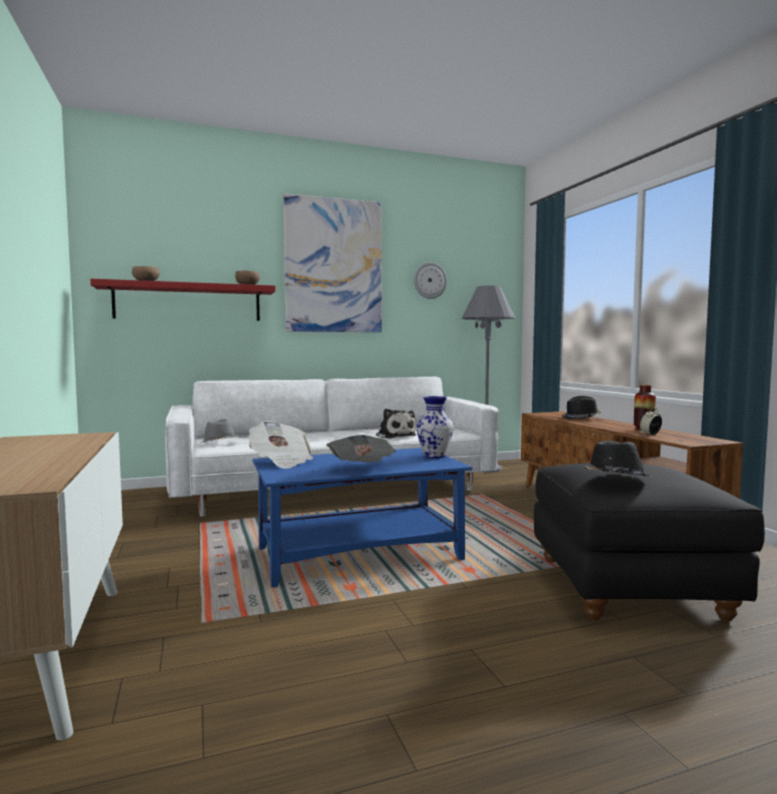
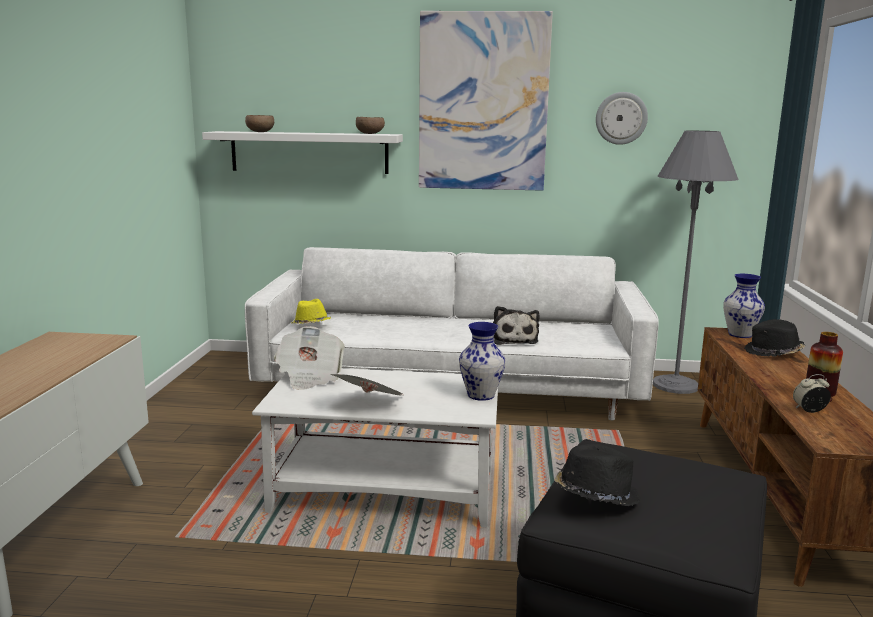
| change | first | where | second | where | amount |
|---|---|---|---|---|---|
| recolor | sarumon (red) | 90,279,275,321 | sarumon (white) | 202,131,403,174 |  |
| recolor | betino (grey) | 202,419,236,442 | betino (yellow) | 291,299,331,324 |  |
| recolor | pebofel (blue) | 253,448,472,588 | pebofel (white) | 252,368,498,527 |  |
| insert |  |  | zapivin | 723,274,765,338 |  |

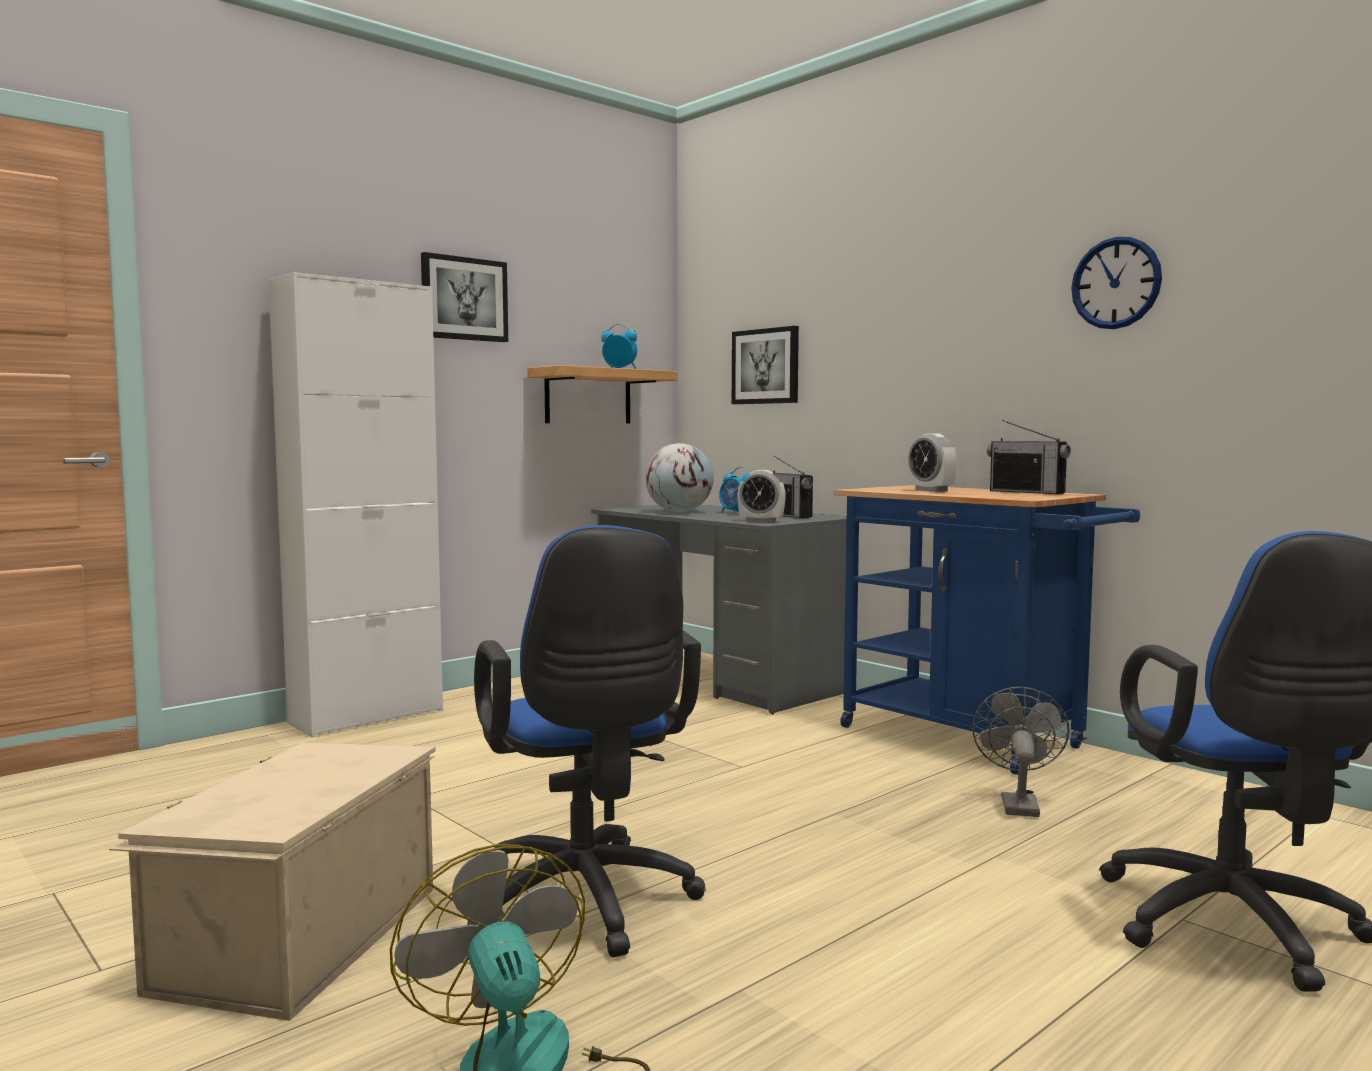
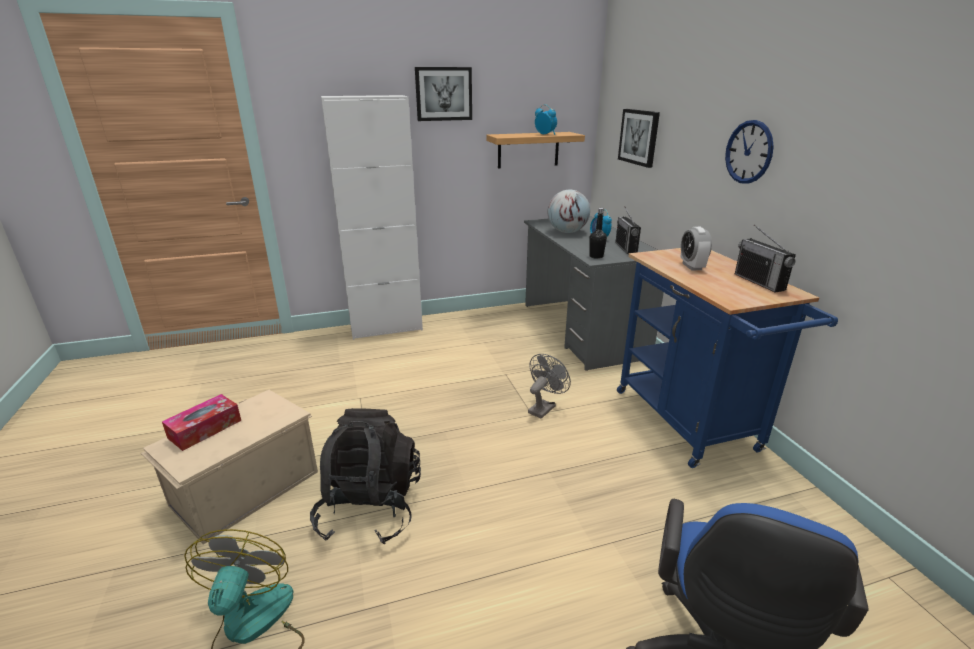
| change | first | where | second | where | amount |
|---|---|---|---|---|---|
| replace | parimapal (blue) | 474,525,706,957 | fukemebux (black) | 310,408,421,544 |  |
| replace | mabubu | 737,470,786,522 | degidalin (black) | 589,208,607,259 |  |
| move | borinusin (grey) | 972,687,1069,817 |  | 528,354,571,419 |  |
| move | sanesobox | 1071,237,1162,329 |  | 725,120,774,184 |  |
| insert |  |  | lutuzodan | 162,394,241,451 |  |

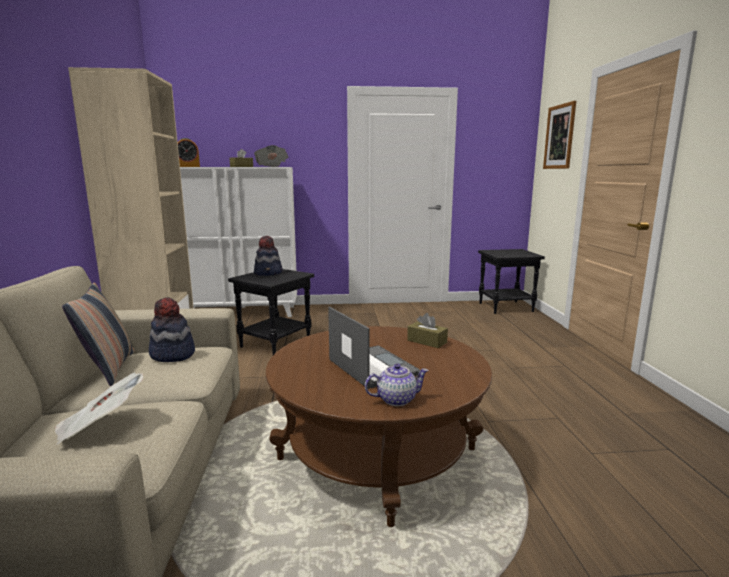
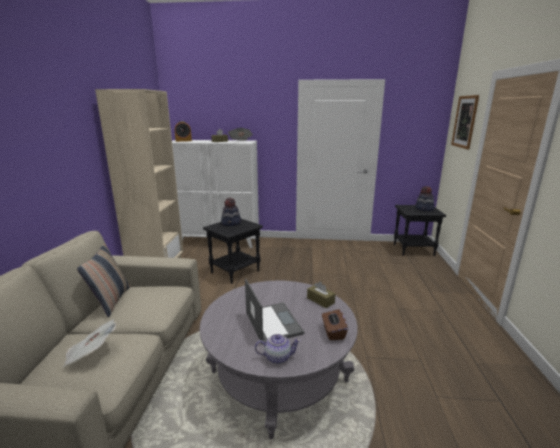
| change | first | where | second | where | amount |
|---|---|---|---|---|---|
| move | betino | 149,297,195,362 |  | 415,186,434,211 |  |
| recolor | pebofel (brown) | 266,326,492,527 | pebofel (grey) | 200,281,358,439 |  |
| insert |  |  | lutuzodan (brown) | 322,309,348,340 |  |

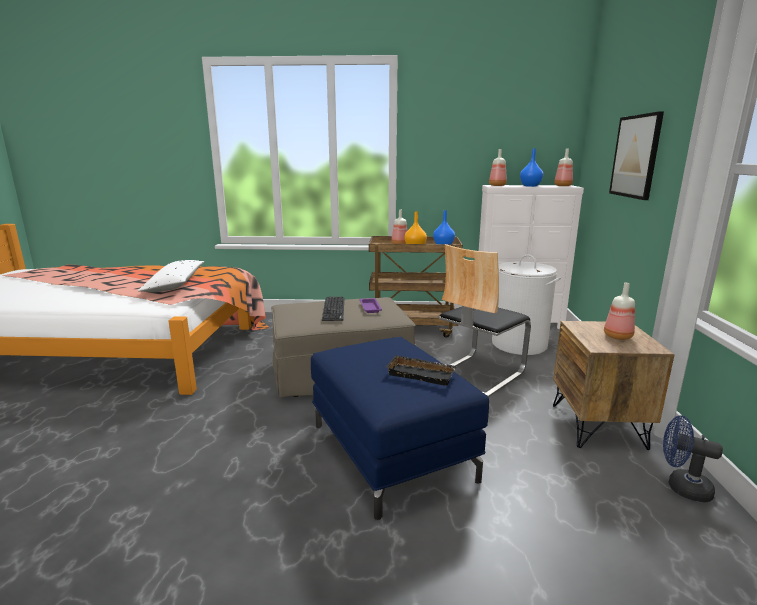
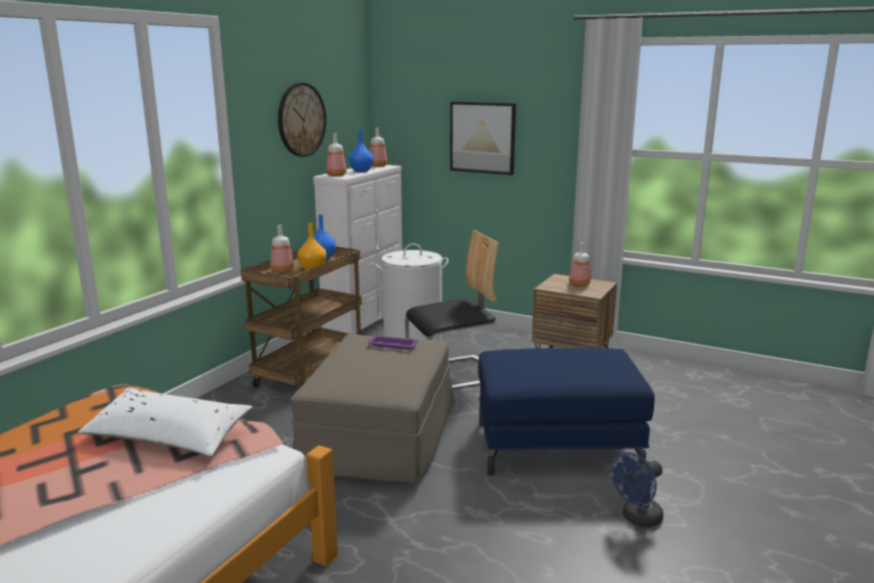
| change | first | where | second | where | amount |
|---|---|---|---|---|---|
| delete | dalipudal | 322,296,344,321 |  |  |  |
| delete | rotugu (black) | 385,355,457,386 |  |  |  |
| rotate | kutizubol | 439,244,531,398 |  | 405,230,499,390 | 90 degrees counterclockwise |
| move | borinusin (blue) | 663,415,723,503 |  | 612,452,663,527 |  |
| insert |  |  | sanesobox | 278,83,326,157 |  |

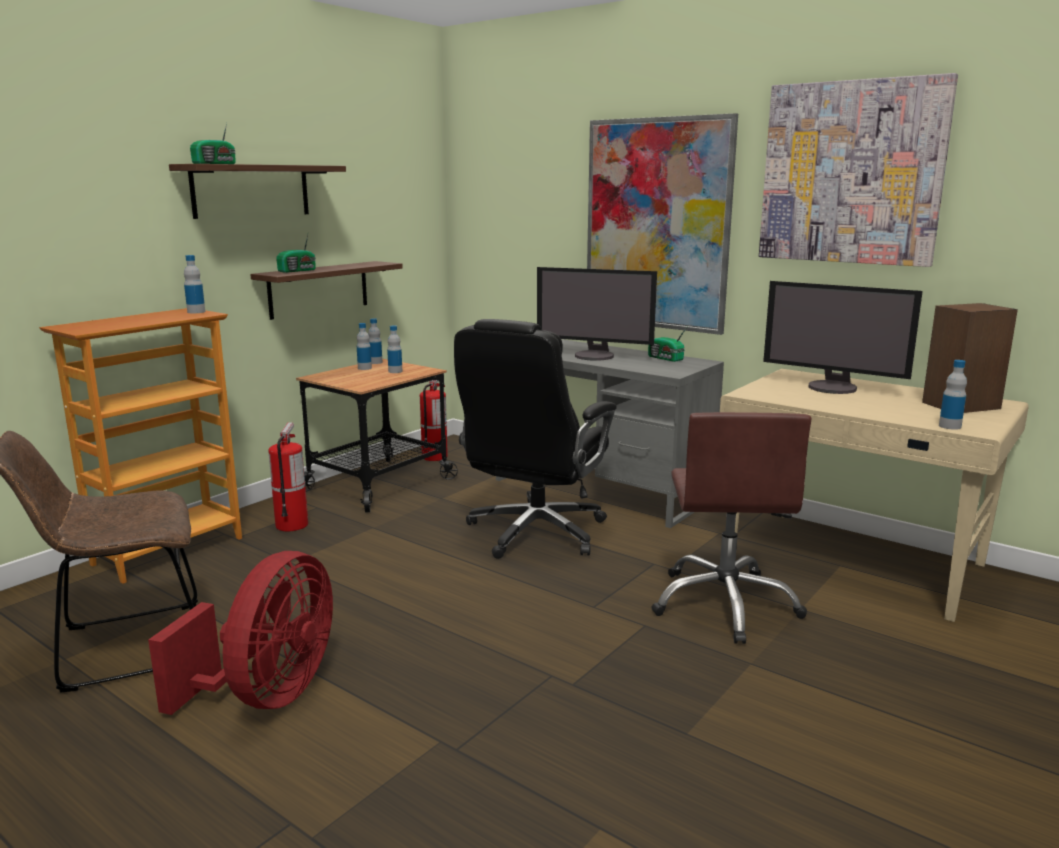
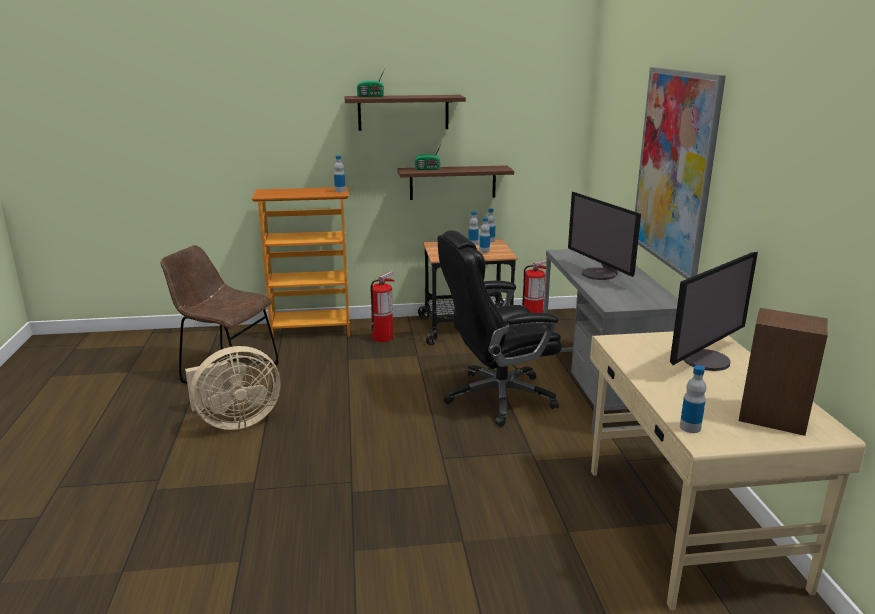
| change | first | where | second | where | amount |
|---|---|---|---|---|---|
| recolor | borinusin (red) | 148,551,333,715 | borinusin (beige) | 185,346,281,430 |  |
| delete | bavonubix | 648,327,687,362 |  |  |  |
| delete | parimapal (brown) | 651,412,811,644 |  |  |  |
| delete | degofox | 759,73,958,267 |  |  |  |
| rotate | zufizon | 763,281,923,394 |  | 670,252,758,371 | 120 degrees counterclockwise |

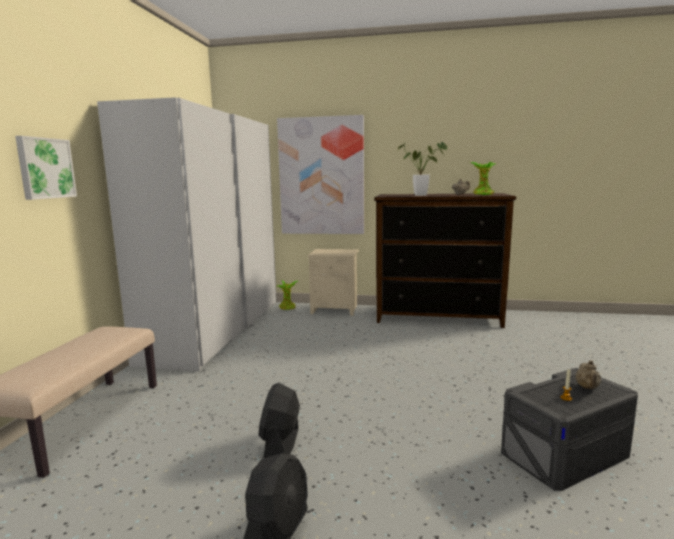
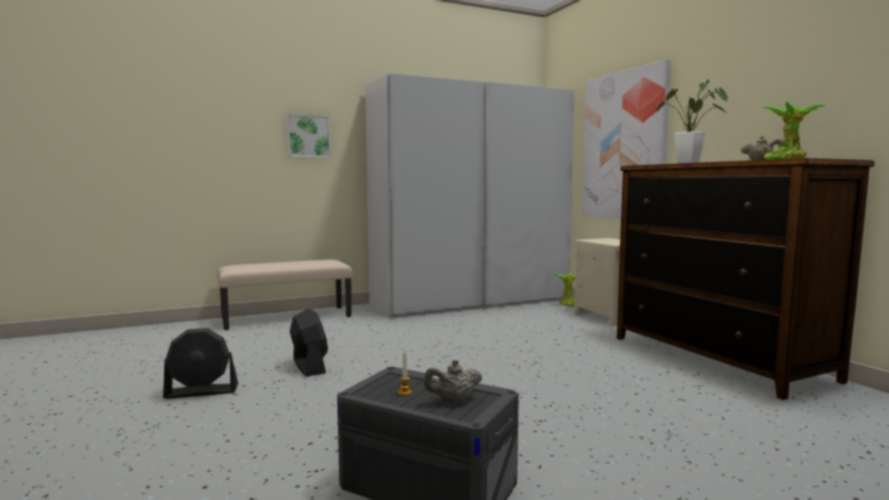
| change | first | where | second | where | amount |
|---|---|---|---|---|---|
| rotate | borinusin (black) | 259,383,300,458 |  | 290,308,328,376 | 90 degrees clockwise |

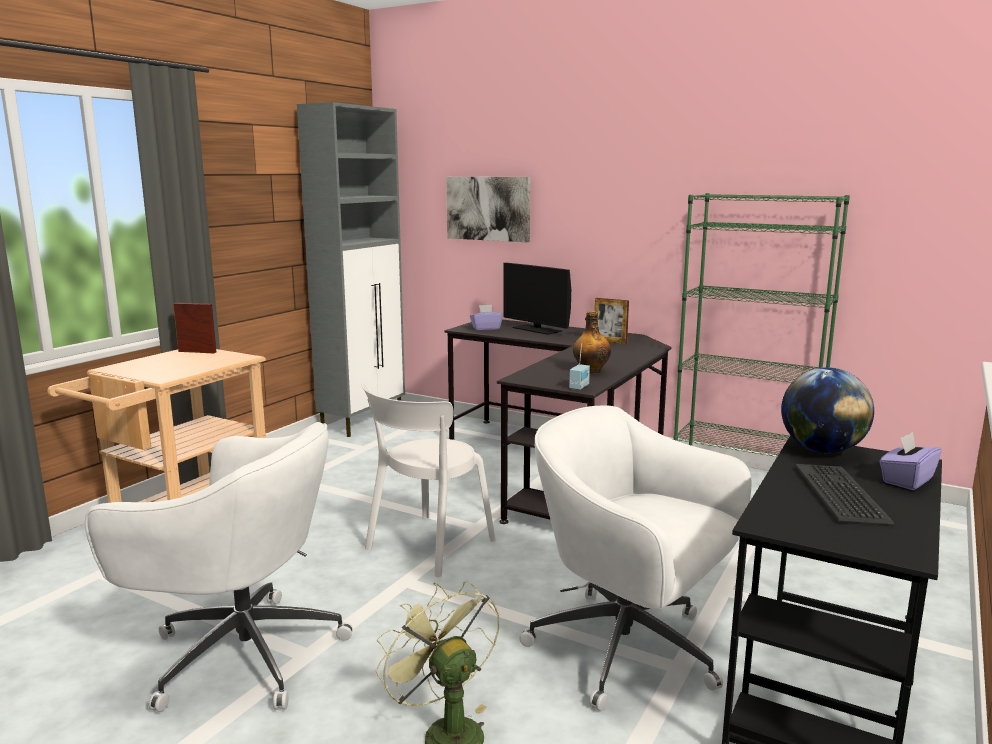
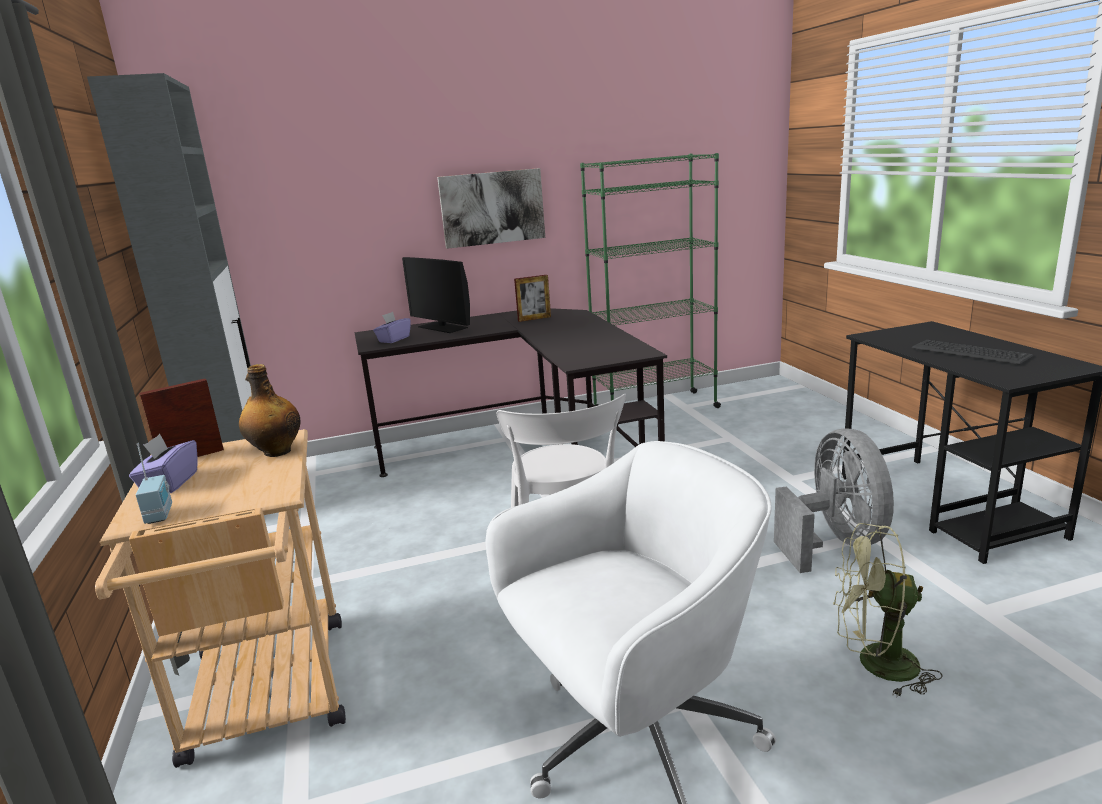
| change | first | where | second | where | amount |
|---|---|---|---|---|---|
| move | degofox | 447,177,531,242 |  | 437,168,545,249 |  |
| rotate | zufizon | 503,263,571,335 |  | 402,257,470,333 | 45 degrees clockwise |
| replace | parimapal (white) | 519,405,752,711 | borinusin (grey) | 774,429,894,573 |  |
| move | bavonubix | 569,342,590,390 |  | 136,443,172,524 |  |
| move | degidalin | 573,311,611,374 |  | 239,364,301,457 |  |
| delete | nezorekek | 781,367,874,453 |  |  |  |
| move | lutuzodan (purple) | 879,432,942,490 |  | 129,434,198,493 |  |

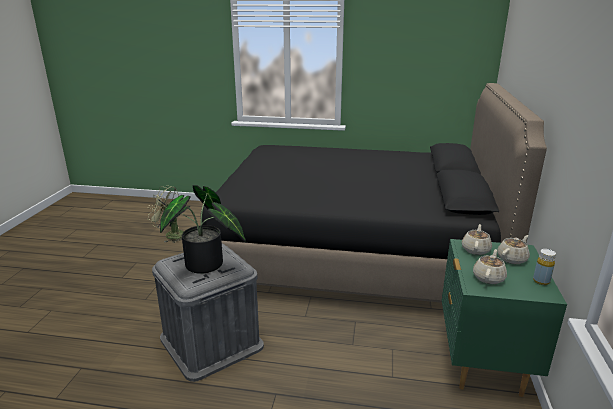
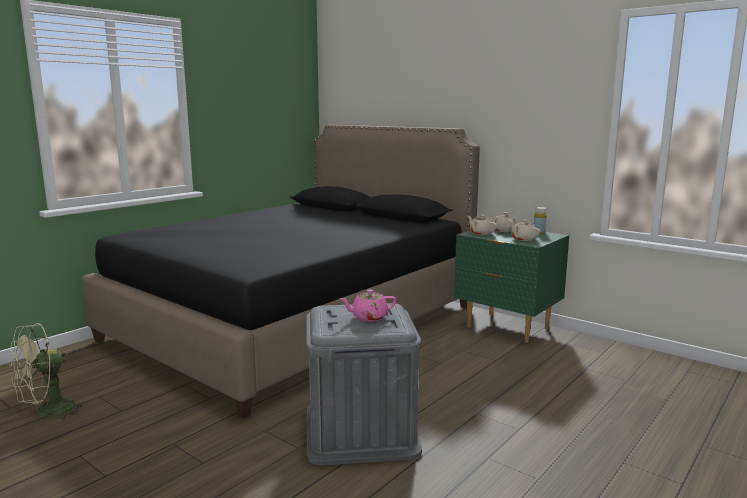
| change | first | where | second | where | amount |
|---|---|---|---|---|---|
| replace | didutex | 160,185,246,274 | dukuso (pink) | 339,290,396,321 |  |

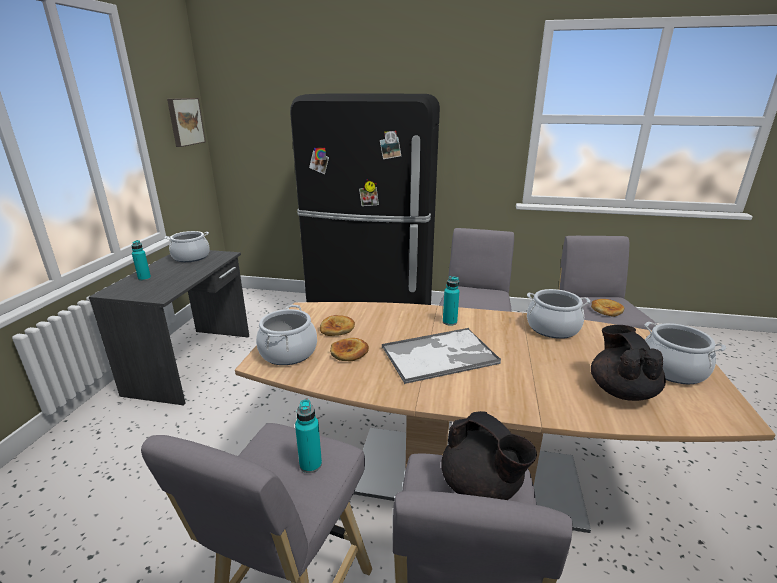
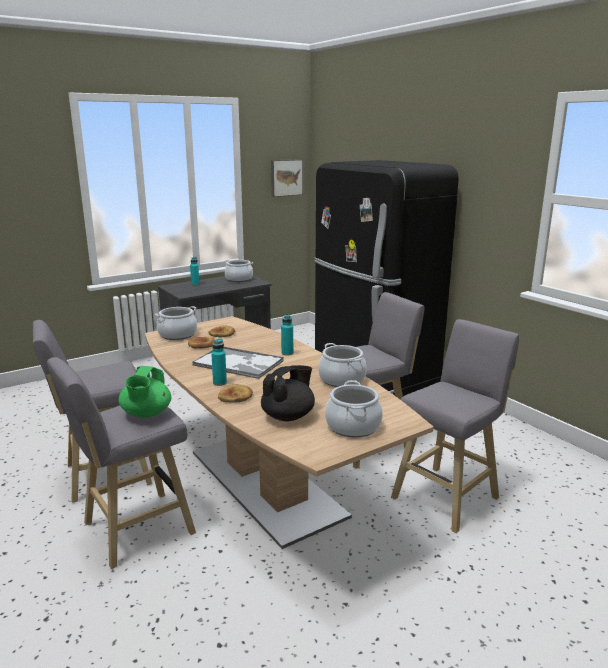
| change | first | where | second | where | amount |
|---|---|---|---|---|---|
| move | degidalin (turquoise) | 295,399,322,473 |  | 211,338,227,386 |  |
| recolor | dukuso (black) | 441,411,537,500 | dukuso (green) | 119,366,171,418 |  |
| move | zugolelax | 591,299,624,317 |  | 218,384,253,403 |  |

